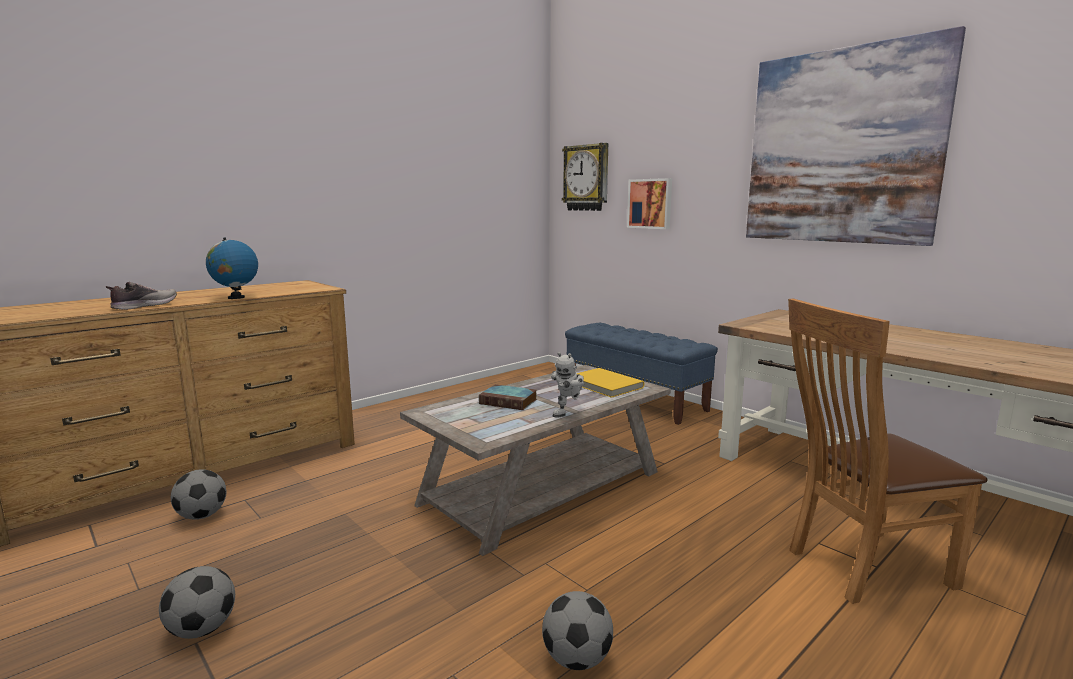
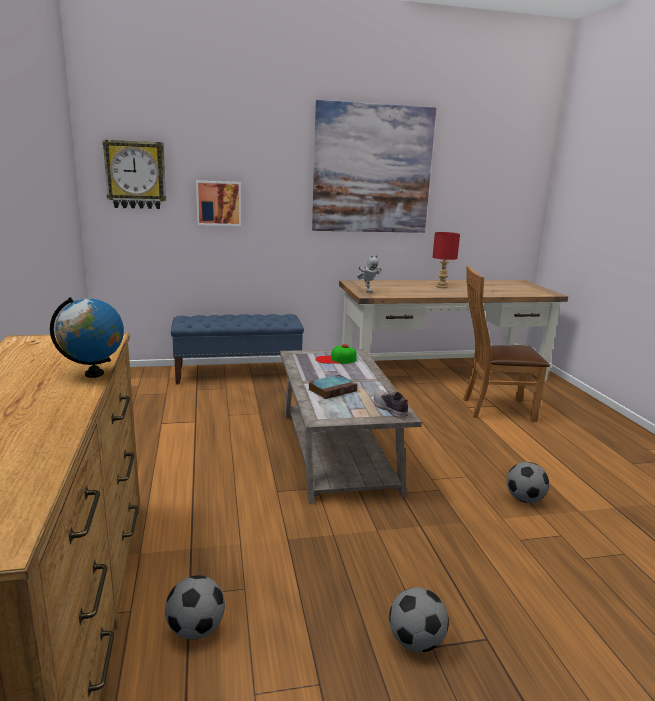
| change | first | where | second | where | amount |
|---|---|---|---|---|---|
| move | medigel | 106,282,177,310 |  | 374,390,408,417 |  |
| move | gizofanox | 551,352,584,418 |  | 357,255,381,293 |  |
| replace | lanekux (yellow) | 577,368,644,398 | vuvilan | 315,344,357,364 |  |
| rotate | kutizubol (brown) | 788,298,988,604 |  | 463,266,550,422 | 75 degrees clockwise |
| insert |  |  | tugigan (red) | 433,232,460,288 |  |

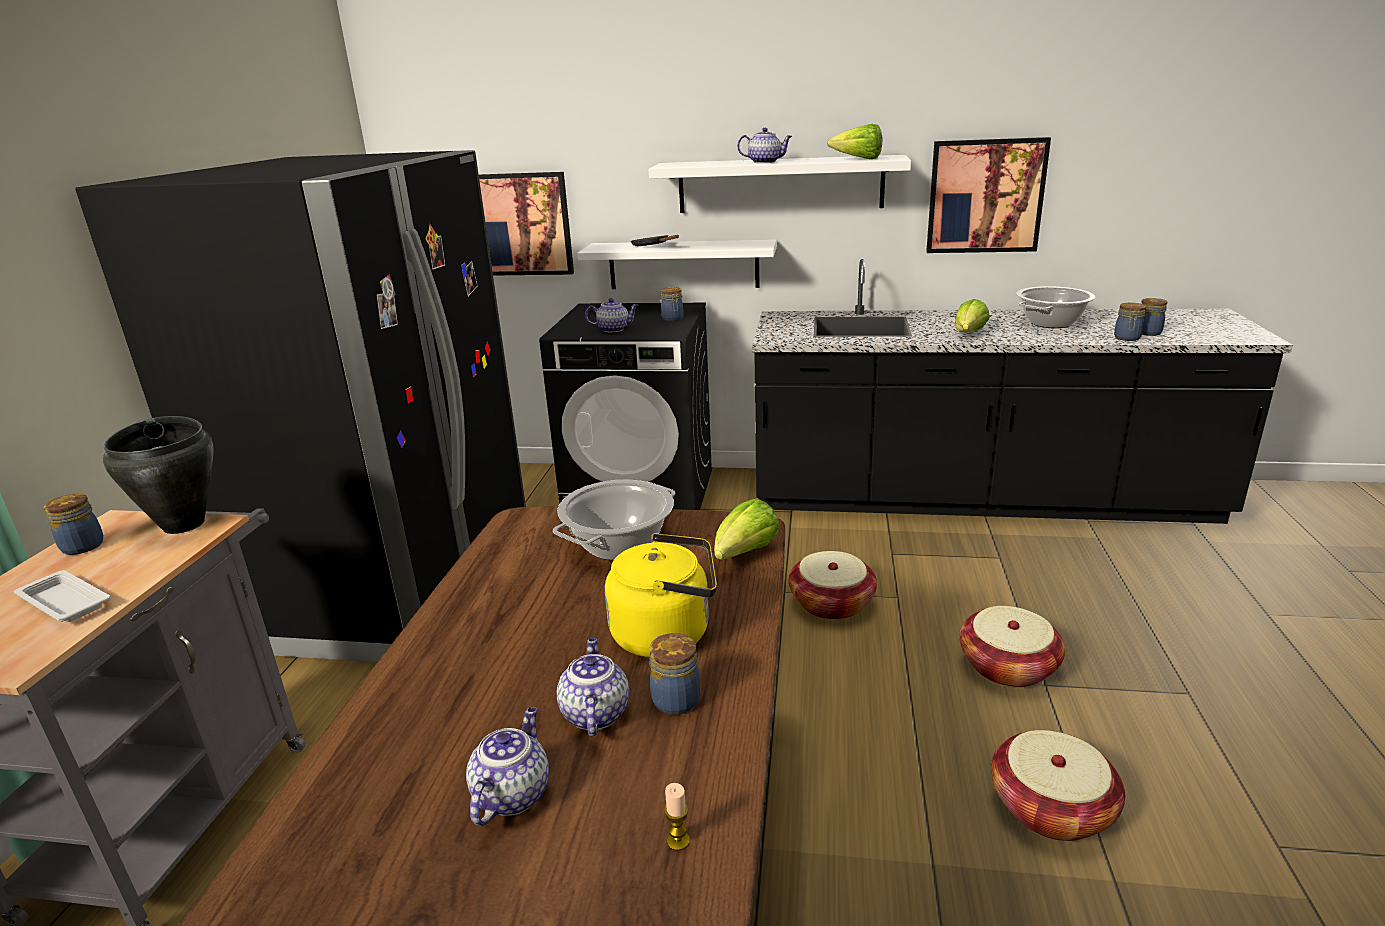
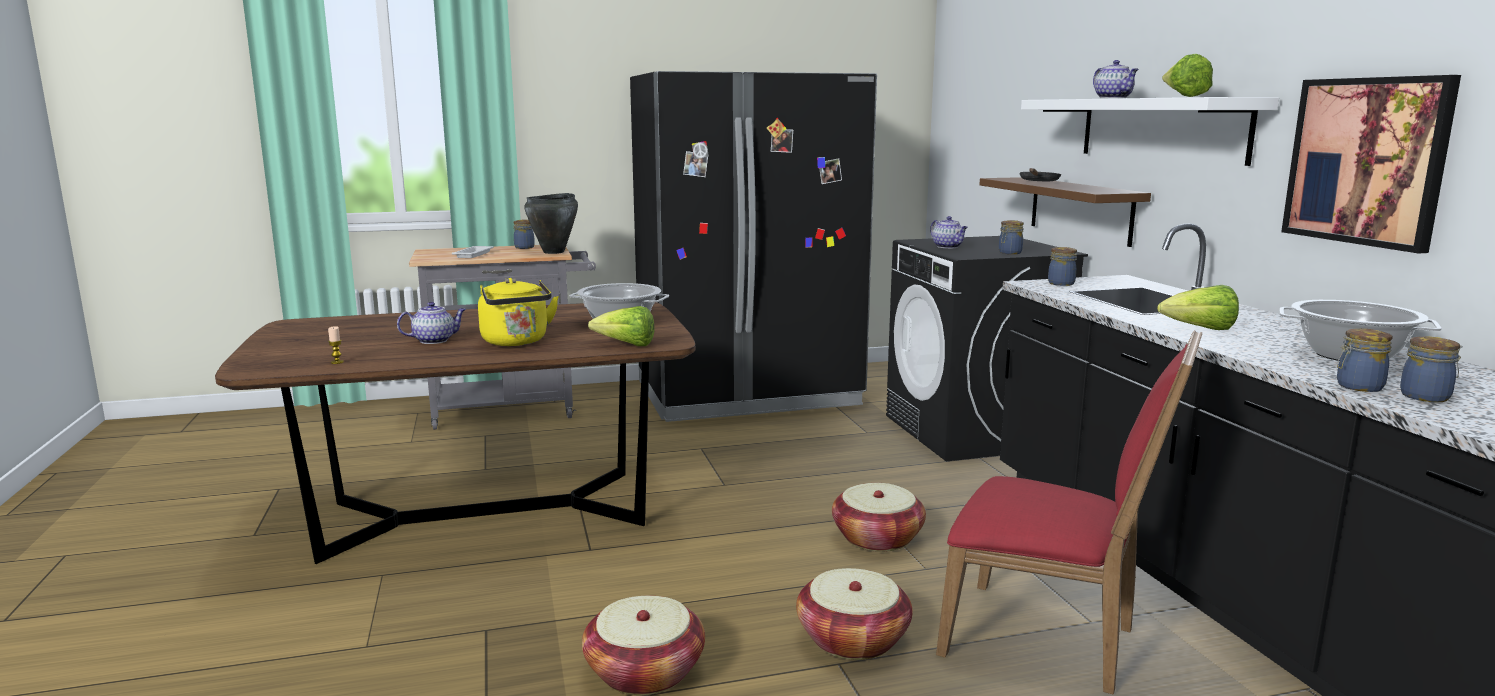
| change | first | where | second | where | amount |
|---|---|---|---|---|---|
| delete | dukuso | 466,707,549,826 |  |  |  |
| delete | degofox | 479,172,574,276 |  |  |  |
| recolor | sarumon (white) | 577,240,777,289 | sarumon (brown) | 979,177,1151,247 |  |
| move | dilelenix | 649,633,700,715 |  | 1048,247,1077,286 |  |
| insert |  |  | kutizubol (red) | 936,330,1203,695 |  |

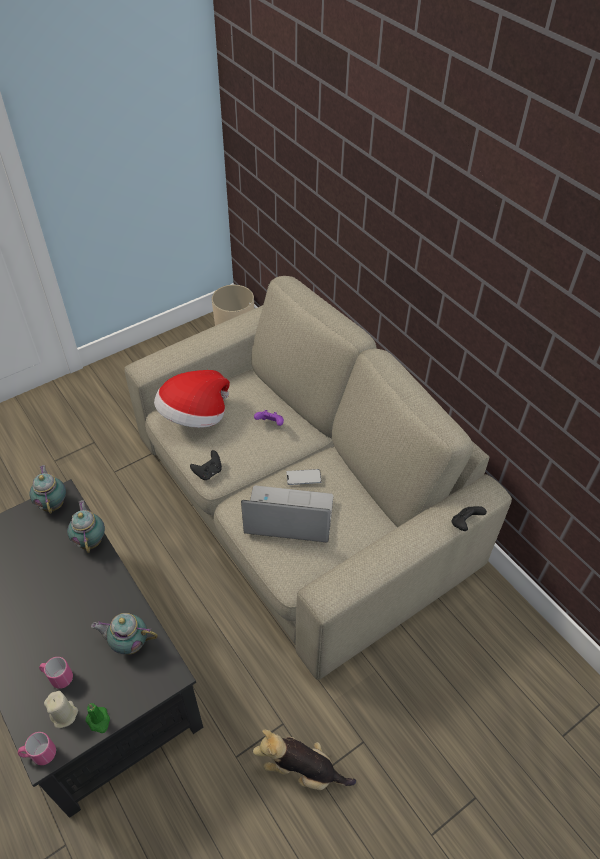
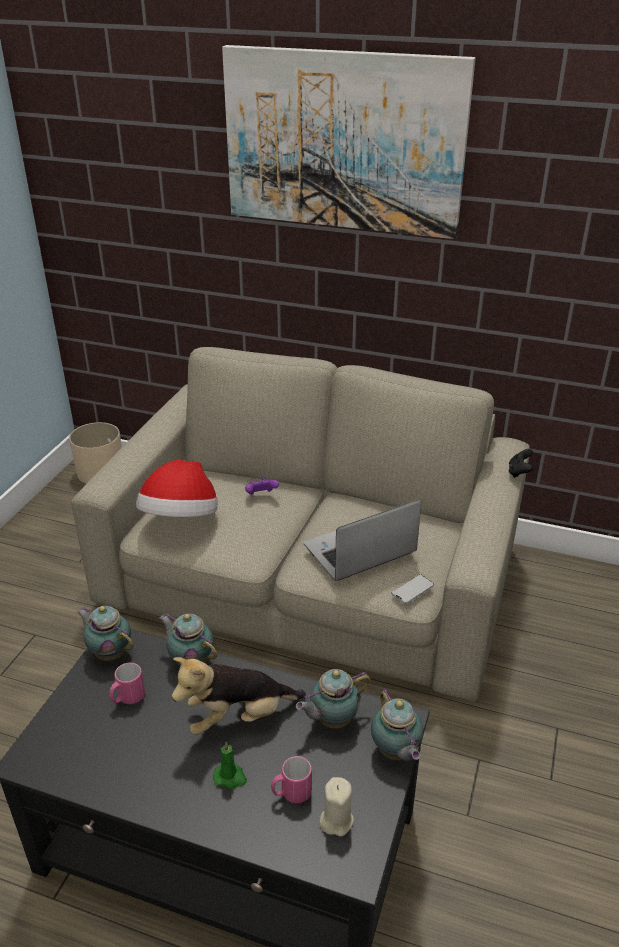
| change | first | where | second | where | amount |
|---|---|---|---|---|---|
| move | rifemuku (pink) | 18,732,56,765 |  | 109,662,145,704 |  |
| move | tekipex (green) | 85,703,110,733 |  | 213,742,247,789 |  |
| delete | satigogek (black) | 190,450,222,480 |  |  |  |
| move | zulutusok | 253,730,356,790 |  | 172,657,306,735 |  |
| move | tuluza | 286,469,322,485 |  | 391,574,434,604 |  |
| insert |  |  | degofox | 222,45,476,239 |  |
| insert |  |  | dukuso | 371,688,424,761 |  |

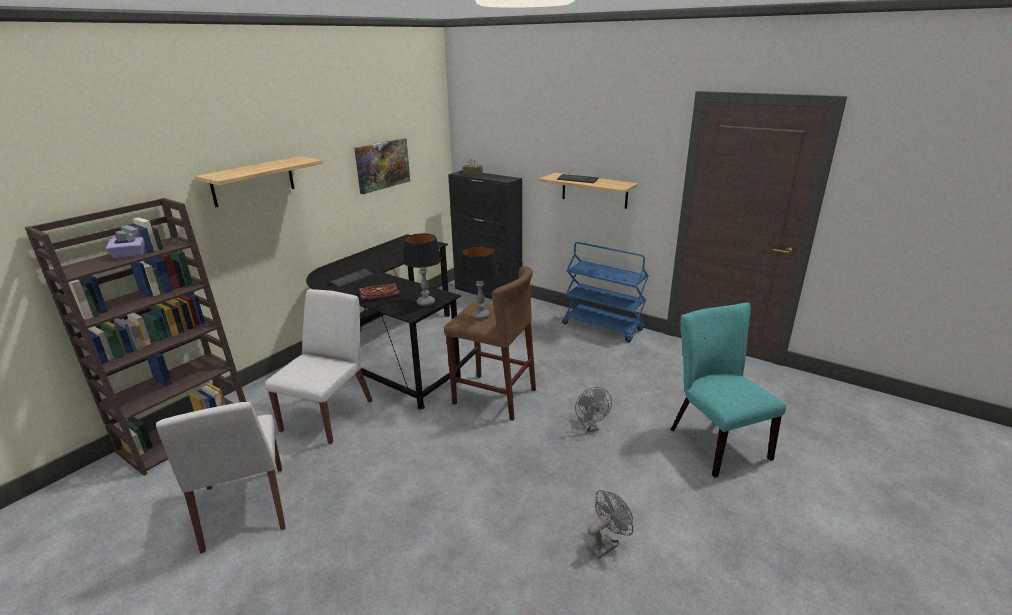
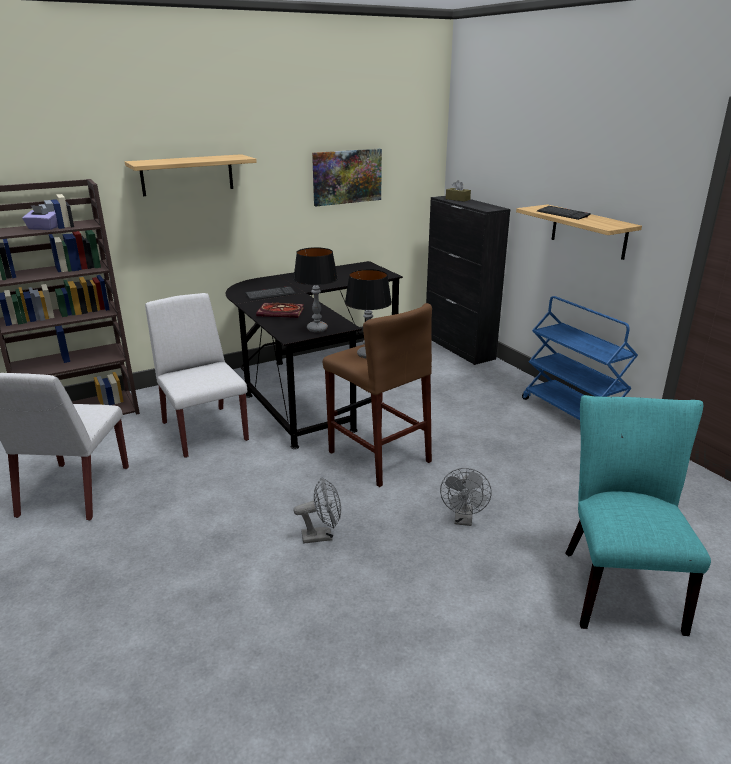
| change | first | where | second | where | amount |
|---|---|---|---|---|---|
| rotate | kutizubol (white) | 265,289,373,444 |  | 145,293,249,458 | 75 degrees counterclockwise |
| move | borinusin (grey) | 587,490,633,559 |  | 294,477,341,544 |  |

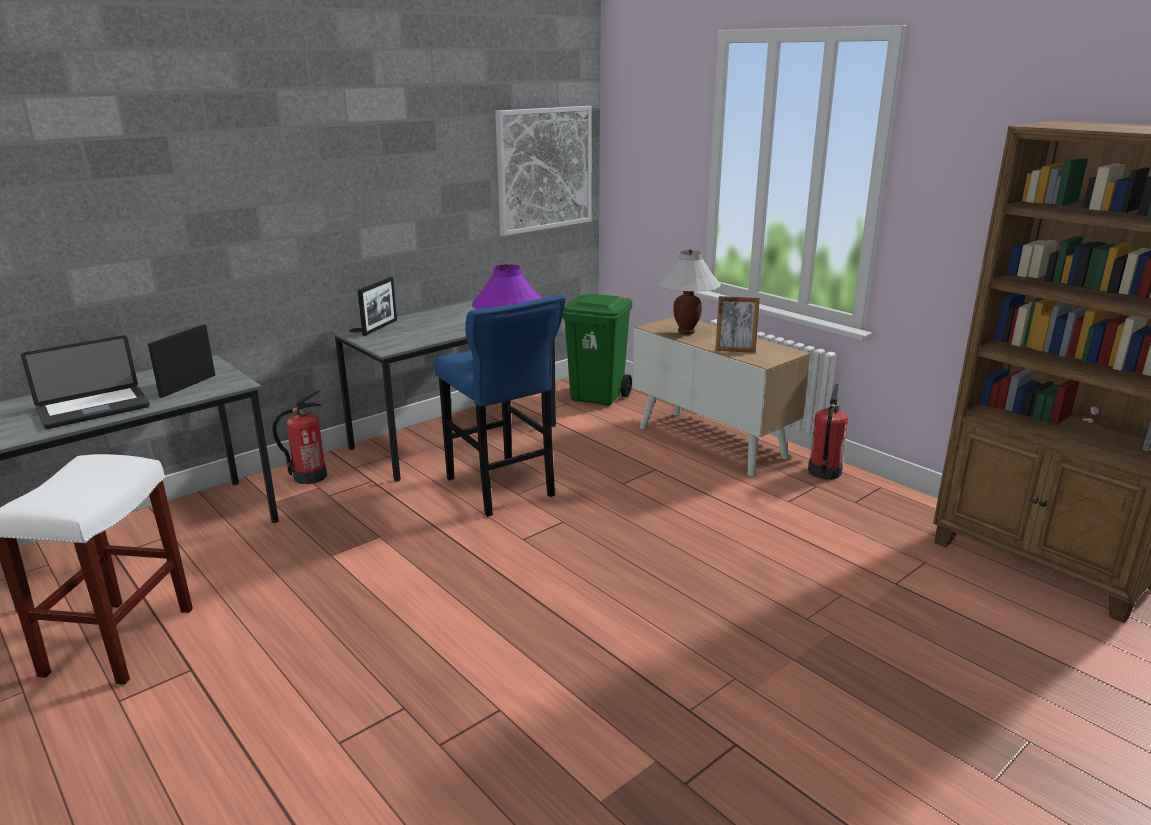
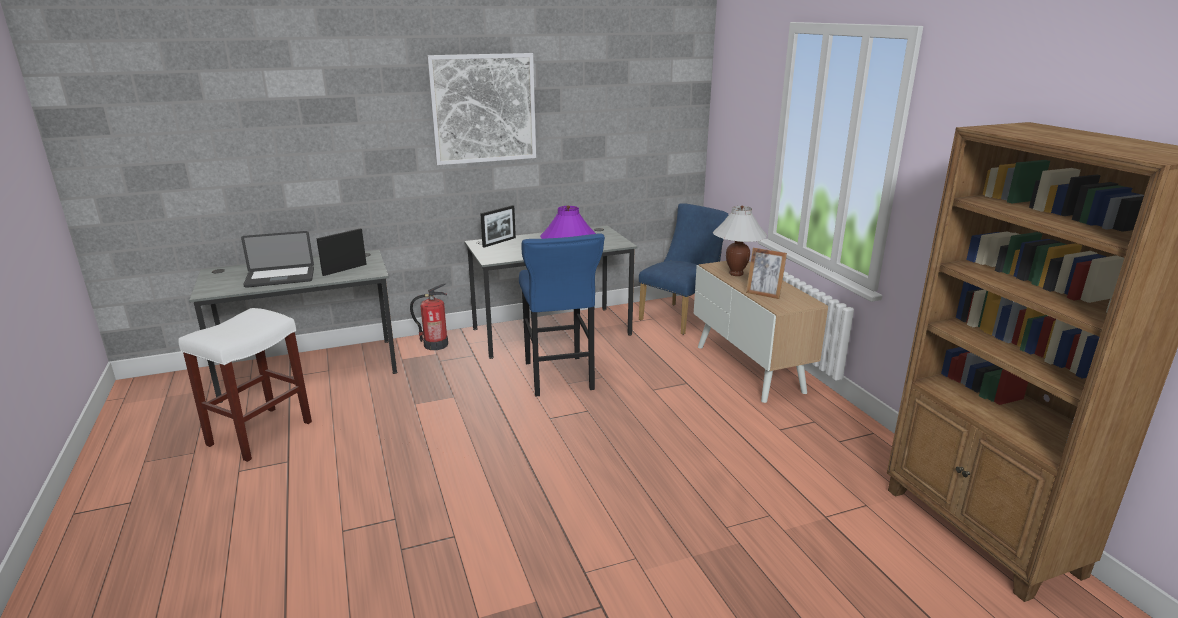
| change | first | where | second | where | amount |
|---|---|---|---|---|---|
| move | degofox | 495,106,592,236 |  | 427,53,536,165 |  |
| replace | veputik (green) | 562,294,632,406 | kutizubol (blue) | 639,203,729,335 |  |
| delete | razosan | 808,384,848,480 |  |  |  |

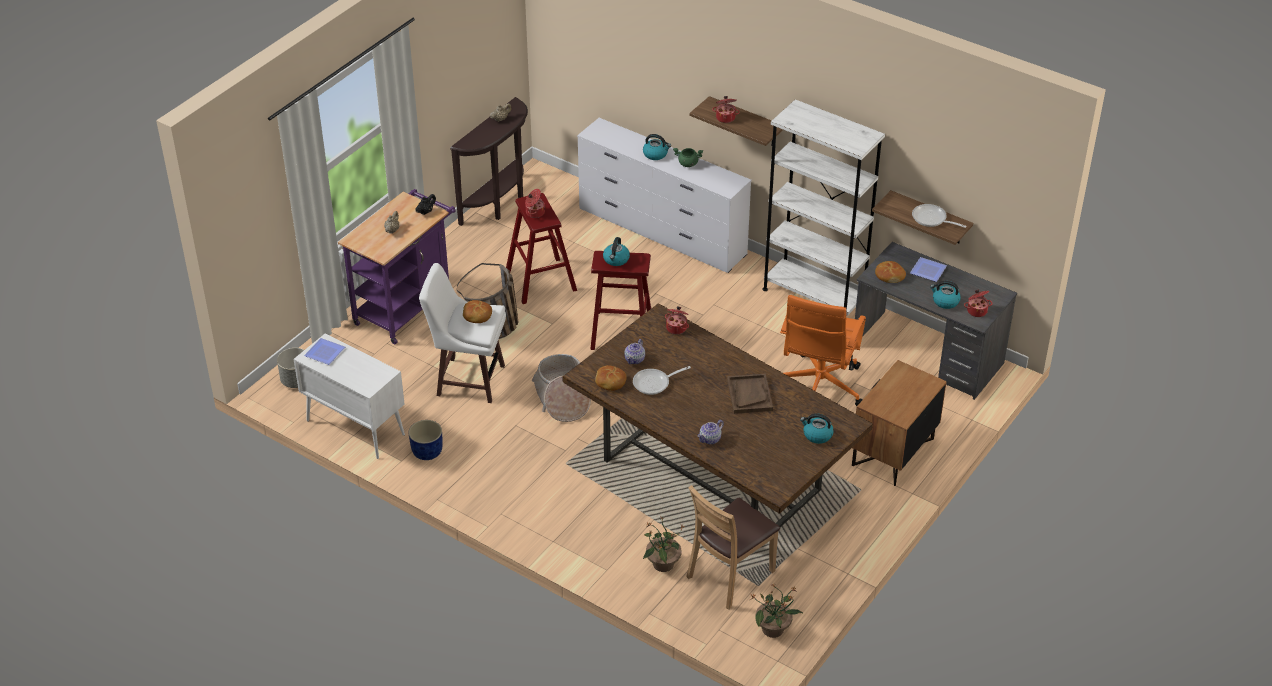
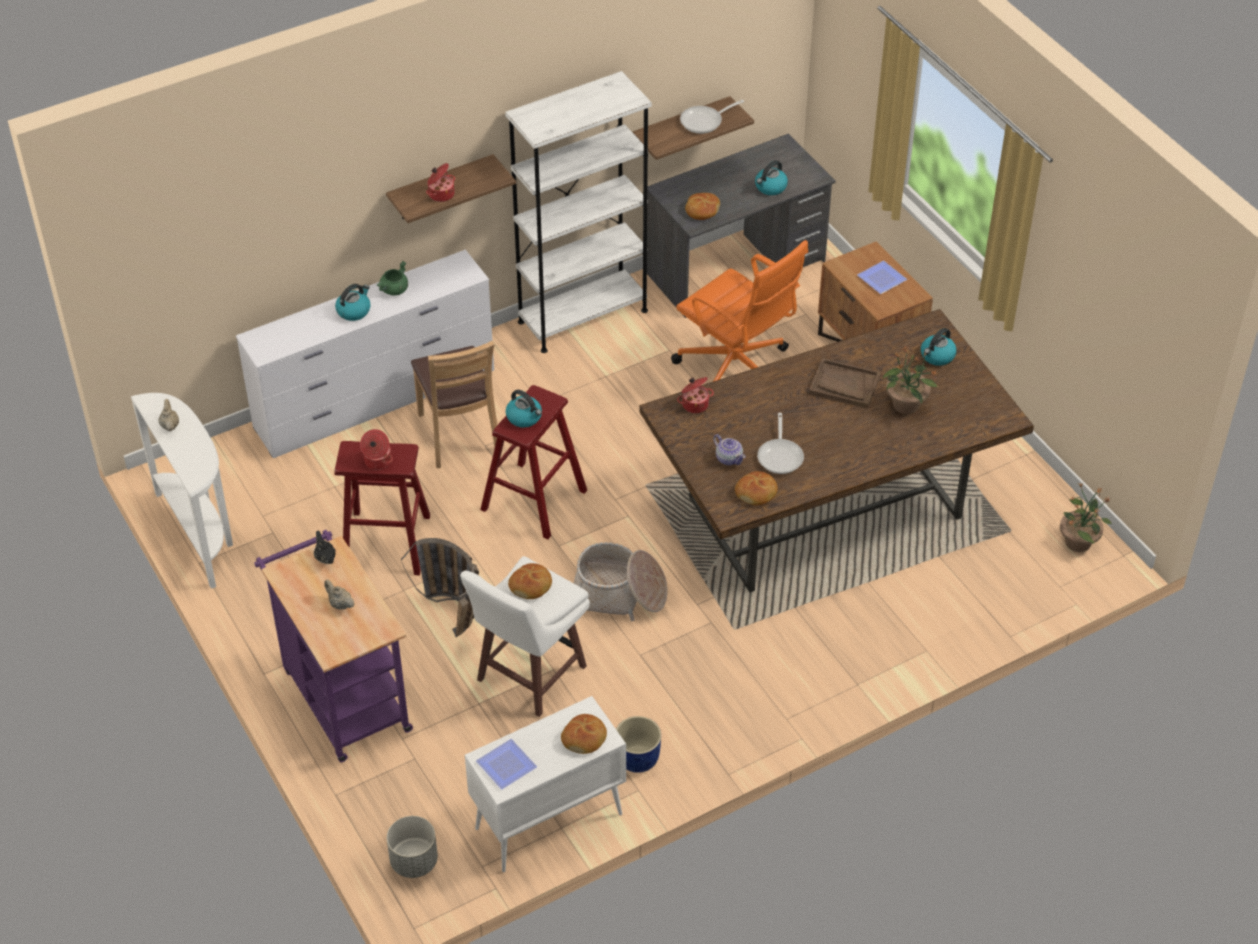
| change | first | where | second | where | amount |
|---|---|---|---|---|---|
| recolor | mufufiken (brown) | 450,97,528,226 | mufufiken (white) | 131,393,233,589 |  |
| move | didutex | 643,517,685,572 |  | 883,346,939,414 |  |
| move | kutizubol (brown) | 686,485,780,610 |  | 411,341,498,468 |  |
| delete | dukuso | 697,420,724,444 |  |  |  |
| move | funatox | 910,257,947,282 |  | 857,261,907,294 |  |
| delete | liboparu | 964,289,992,317 |  |  |  |
| insert |  |  | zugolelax | 561,714,607,754 |  |

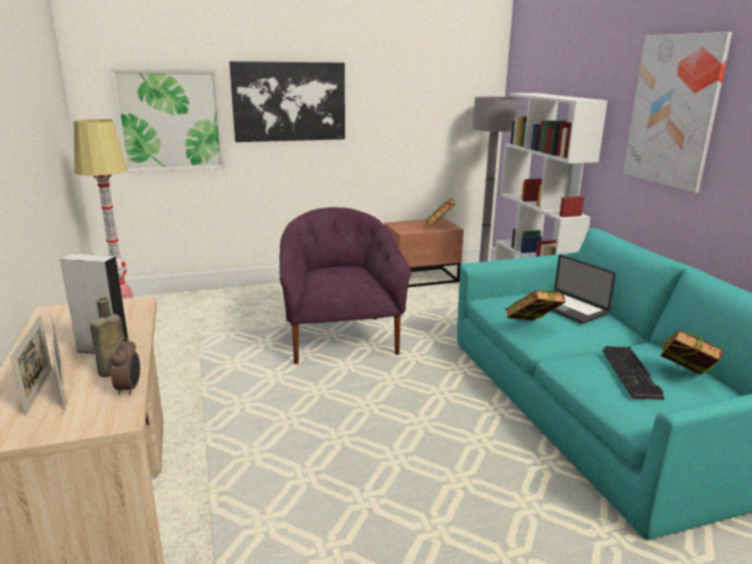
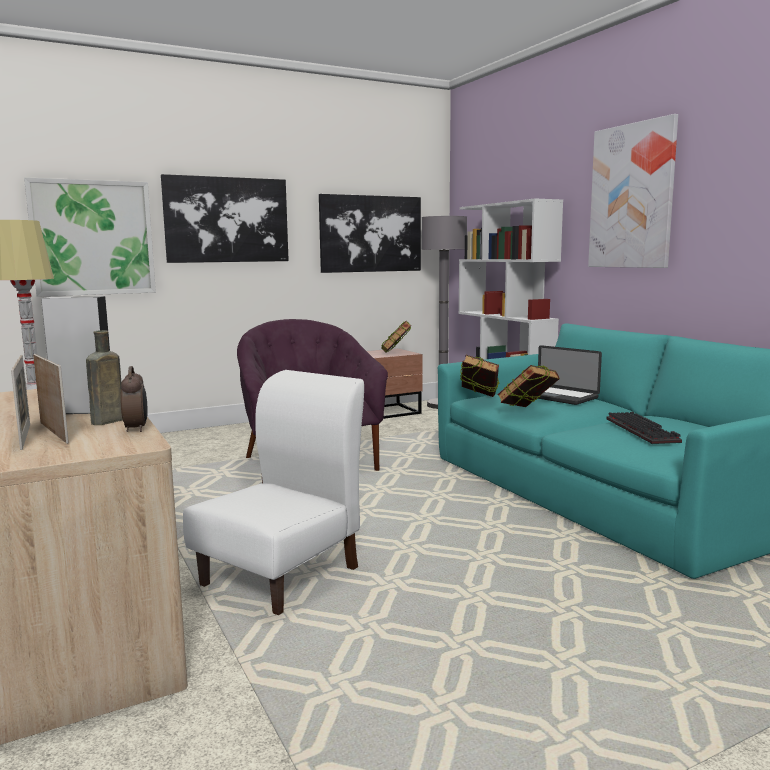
| change | first | where | second | where | amount |
|---|---|---|---|---|---|
| move | lanekux | 660,330,724,375 |  | 460,355,499,397 |  |
| insert |  |  | kutizubol (white) | 183,370,364,615 |  |
| insert |  |  | degofox | 319,194,421,273 |  |

